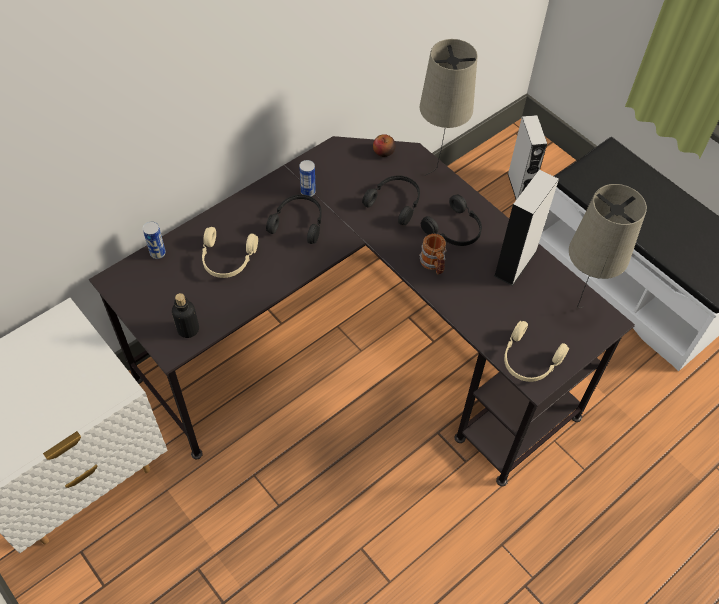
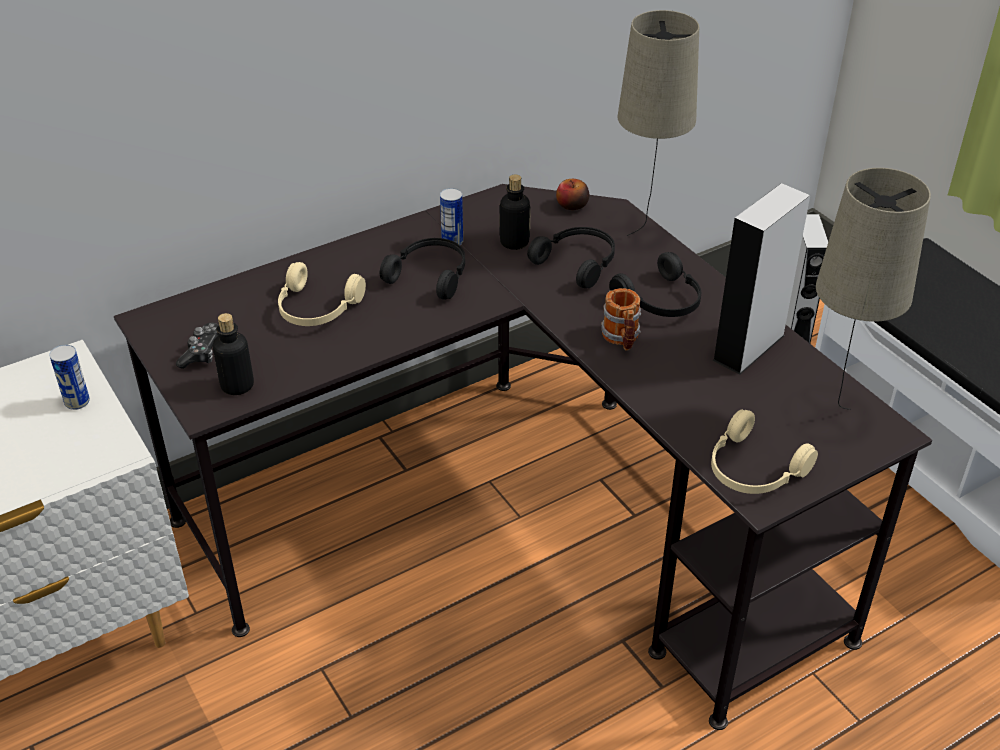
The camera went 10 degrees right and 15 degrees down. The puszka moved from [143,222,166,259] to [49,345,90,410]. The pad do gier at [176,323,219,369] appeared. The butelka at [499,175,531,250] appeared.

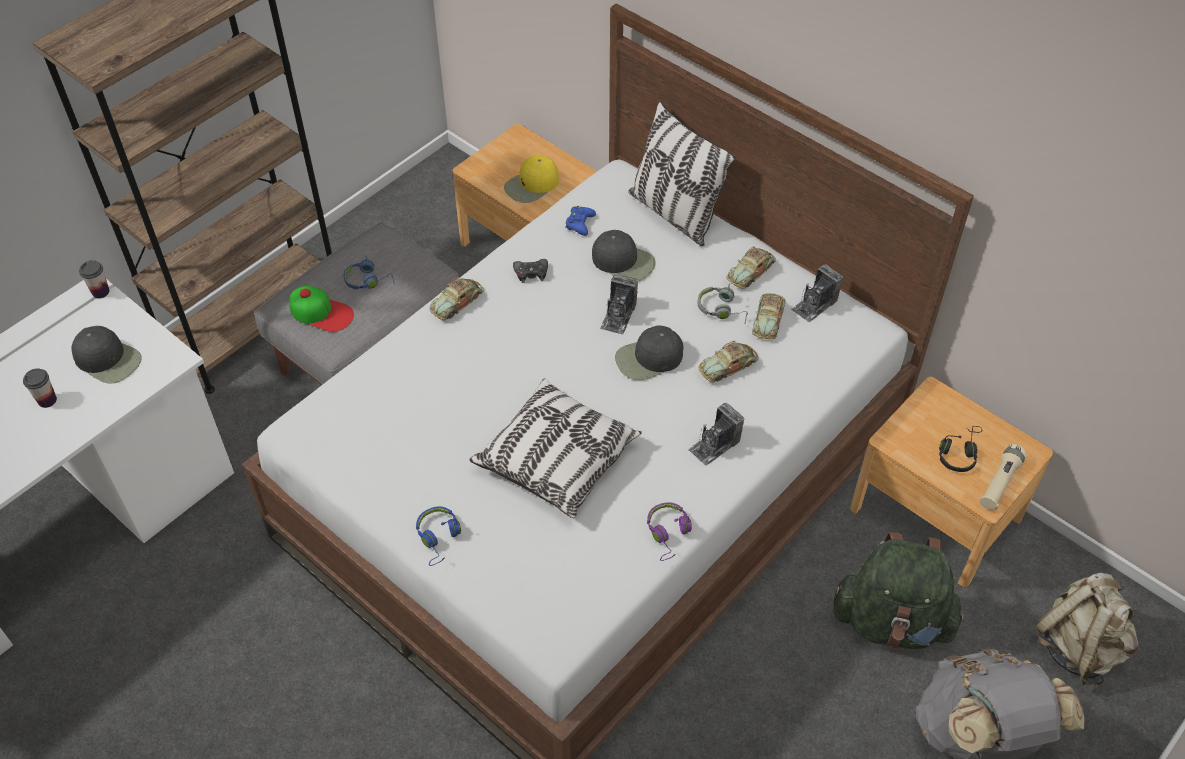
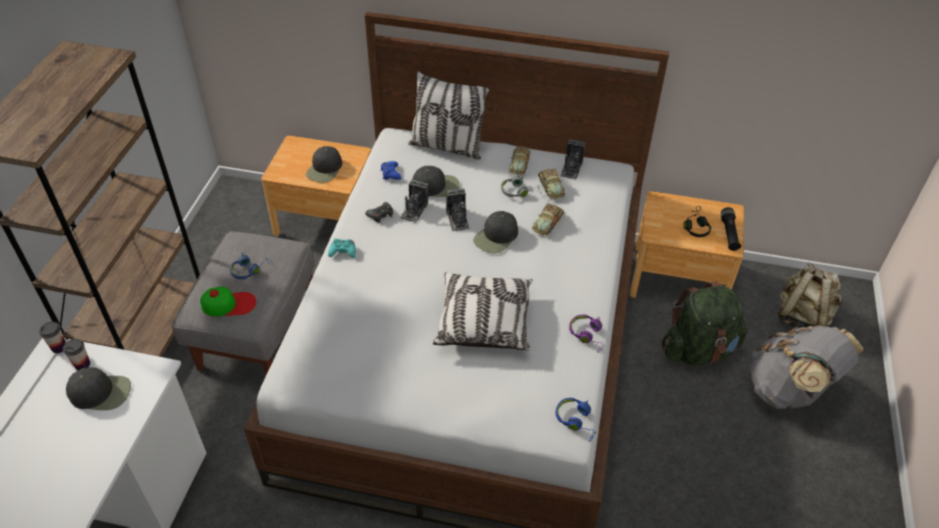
The camera went 30 degrees left and 5 degrees down. The filiżanka moved from [23,368,57,408] to [63,339,90,370]. The słuchawki (niebieski) moved from [416,506,461,566] to [556,398,597,441]. The samochodzik at [429,277,484,320] was replaced by the pad do gier (turkusowy) at [328,239,356,258]. The czapka z daszkiem (żółty) at [504,155,559,203] became the czapka z daszkiem (czarny) at [306,146,342,182]. The aparat fotograficzny moved from [688,403,744,466] to [400,179,428,223]. The latarka (beżowy) at [980,444,1026,510] became the latarka (czarny) at [721,207,742,251].

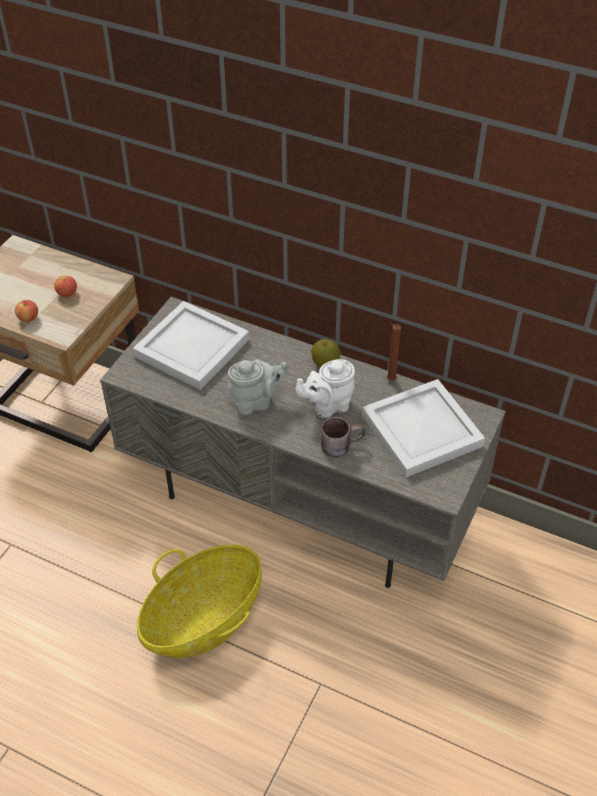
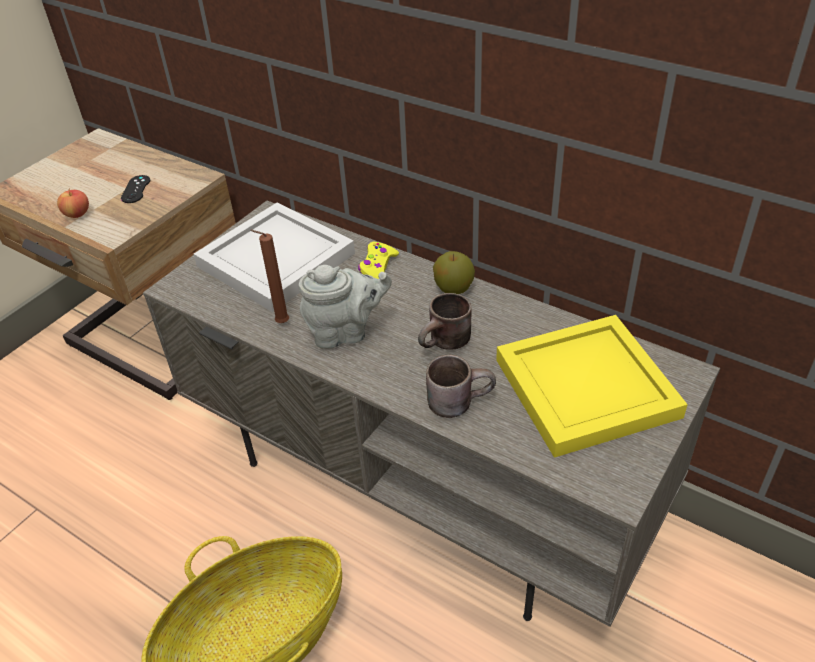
The camera went 10 degrees right and 5 degrees down. The jabłko at [54,276,77,297] was replaced by the pad do gier (czarny) at [121,175,150,203]. The imbryk (biały) at [296,359,355,418] was replaced by the kubek (brązowy) at [418,293,472,350]. The taca (biały) at [362,379,485,477] became the taca (żółty) at [496,315,688,458]. The świeca (brązowy) moved from [387,324,401,381] to [250,230,289,323]. The pad do gier (żółty) at [358,242,399,279] appeared.

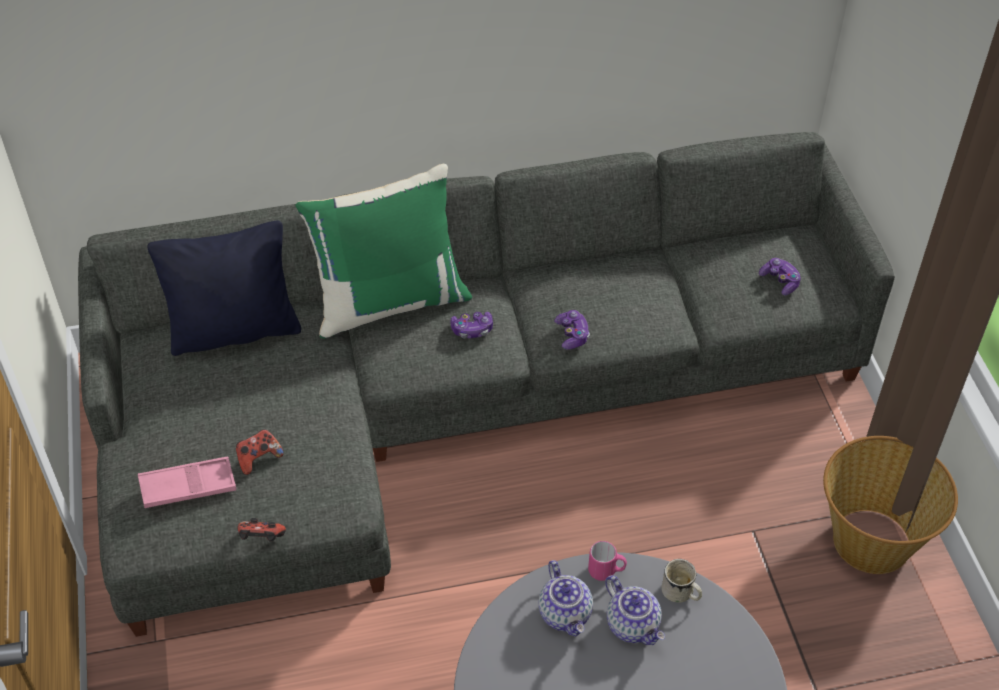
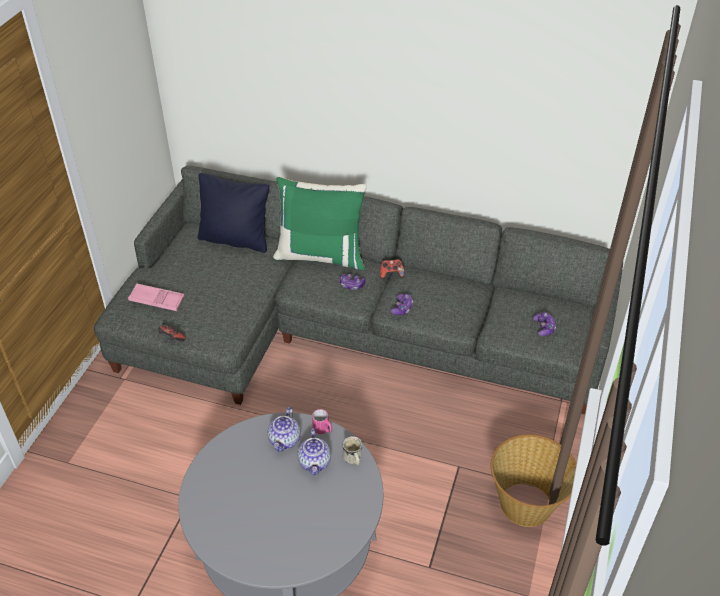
The camera went 30 degrees right and 5 degrees down. The pad do gier moved from [236,429,284,475] to [380,259,405,279].

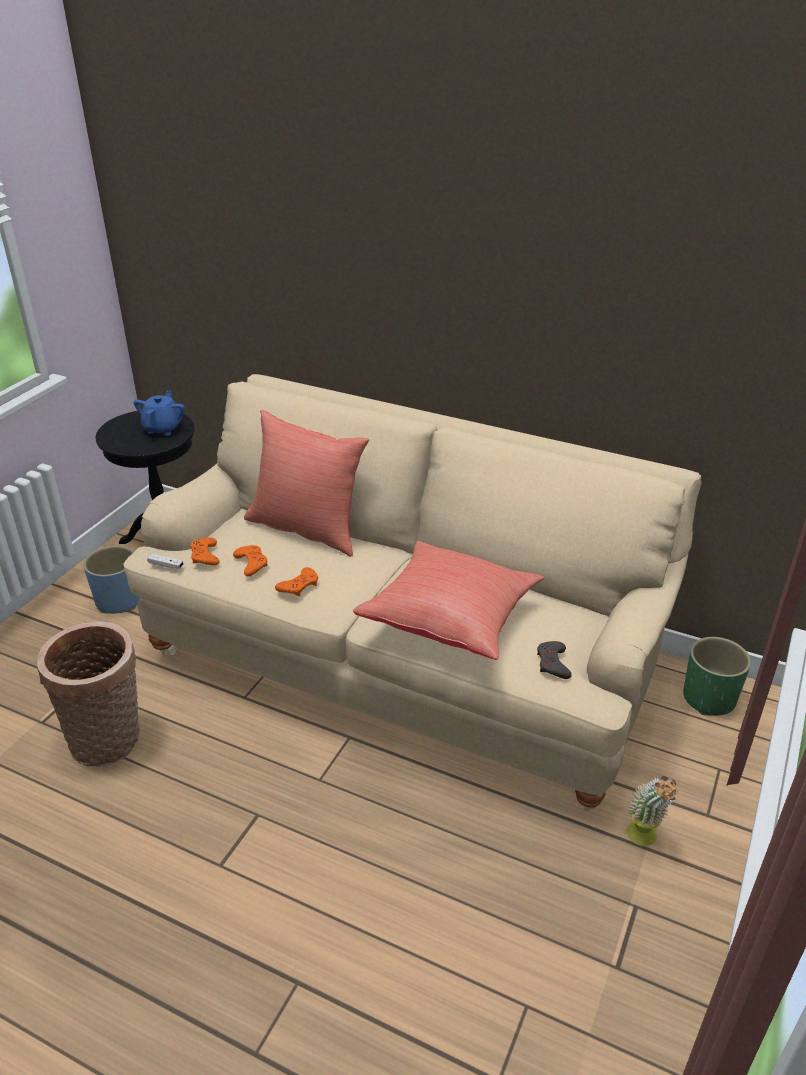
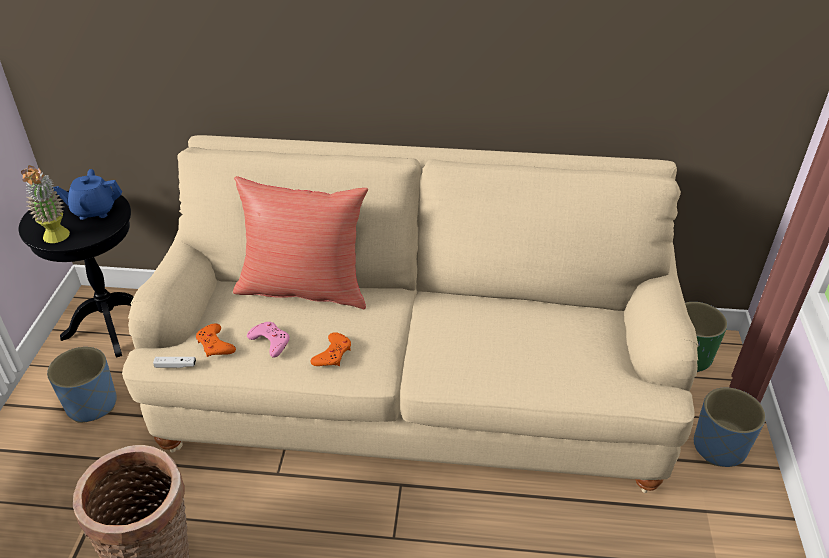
The camera went 20 degrees left and 5 degrees up. The imbryk (niebieski) at [134,390,185,436] turned 90 degrees counterclockwise. The pad do gier (pomarańczowy) at [233,545,268,577] became the pad do gier (różowy) at [247,322,289,358]. The poduszka (czerwony) at [353,541,544,660] disappeared. The pad do gier (szary) at [537,641,572,679] disappeared. The roślina doniczkowa moved from [627,776,678,846] to [21,165,70,243]. The donica (niebieski) at [694,388,766,467] appeared.

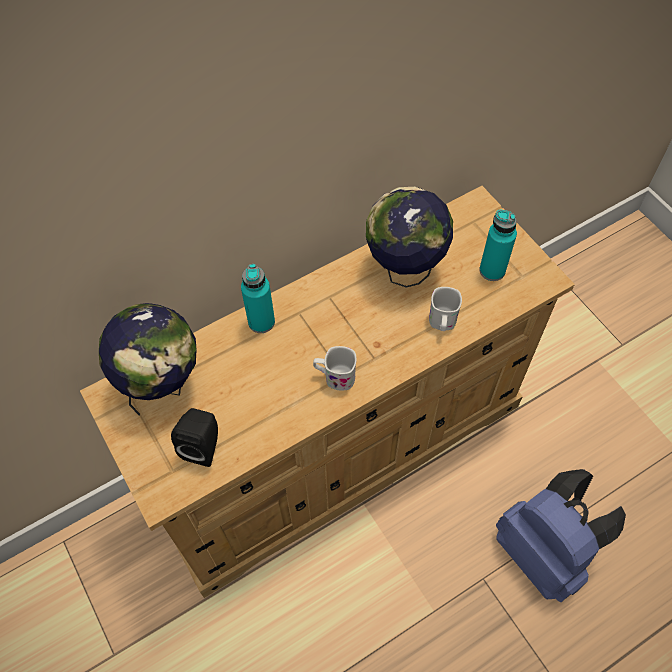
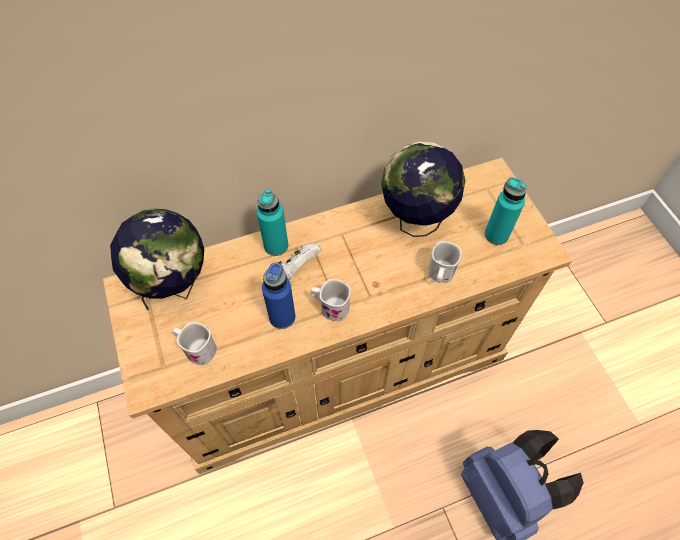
The camera went 10 degrees right and 0 degrees up. The głośnik (czarny) at [171,408,218,467] was replaced by the kubek (biały) at [173,322,217,365]. The butelka (niebieski) at [262,262,296,329] appeared. The pad do gier (biały) at [278,244,322,280] appeared.

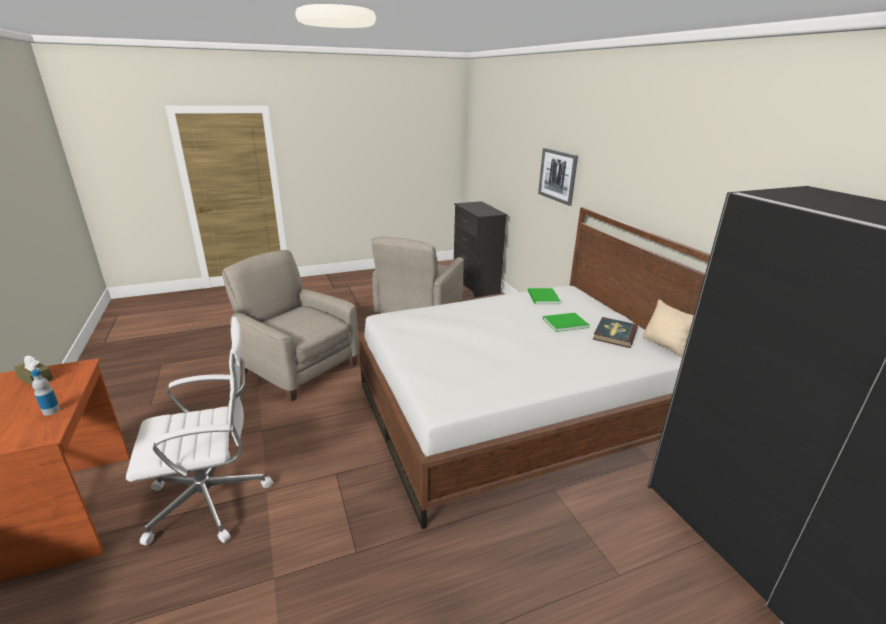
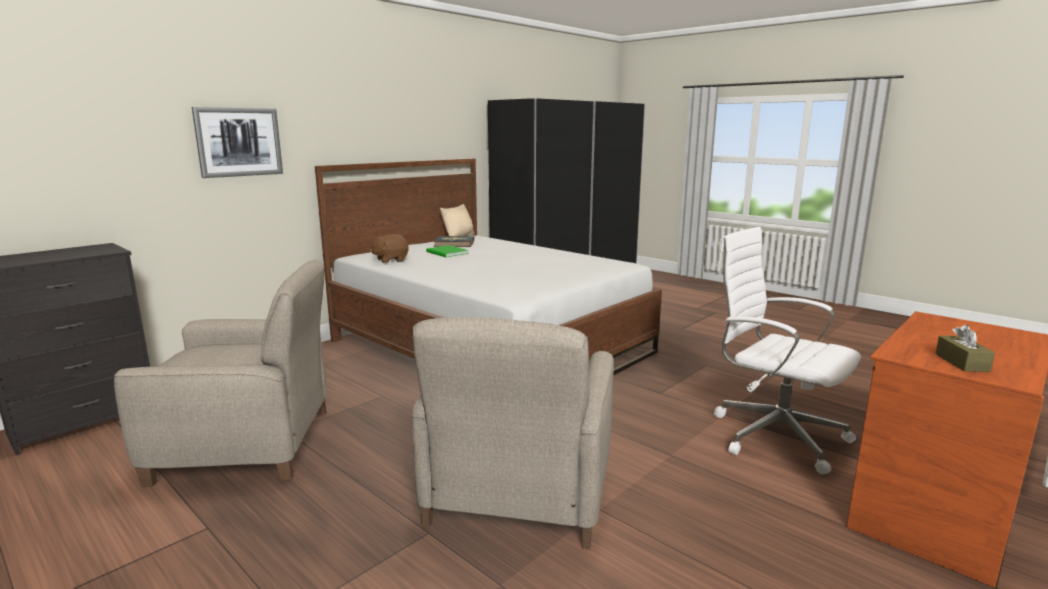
The camera went 115 degrees left and 10 degrees down. The butelka at [31,369,60,416] disappeared. The książka (zielony) at [528,288,560,304] was replaced by the pluszak (brązowy) at [370,234,409,263].

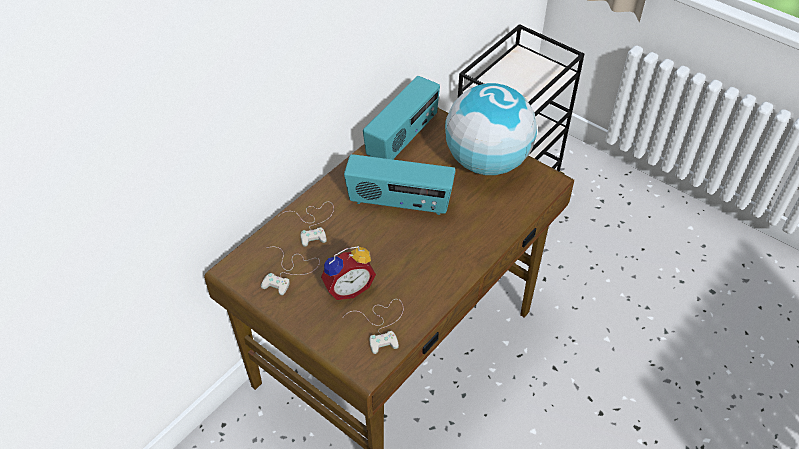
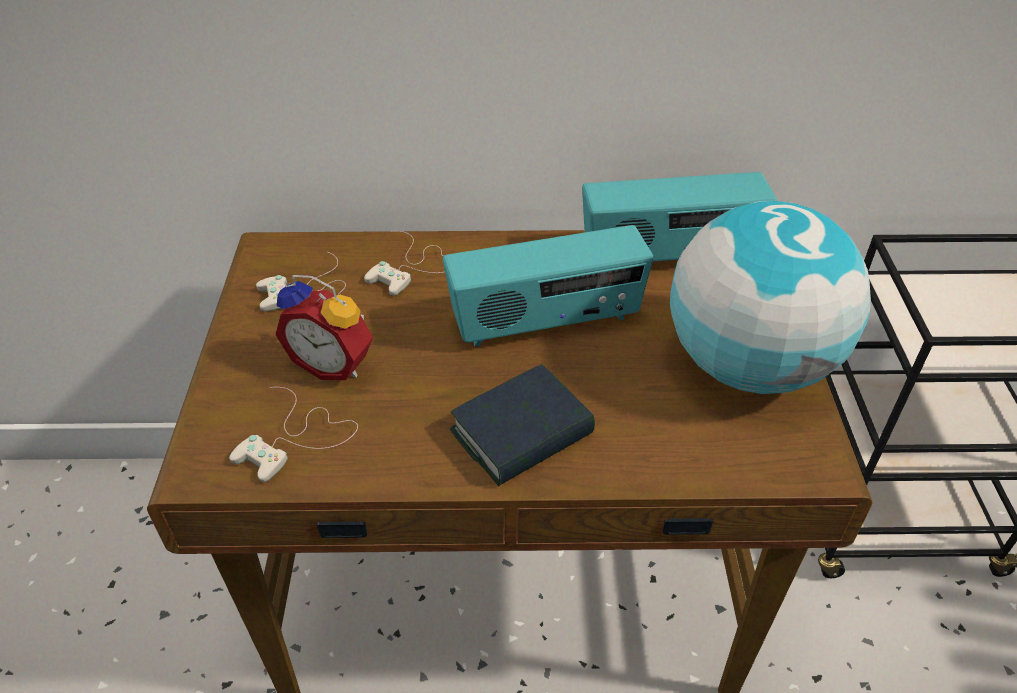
The camera went 50 degrees right and 5 degrees down. The radio at [344,154,456,215] turned 75 degrees counterclockwise. The książka at [450,364,595,486] appeared.

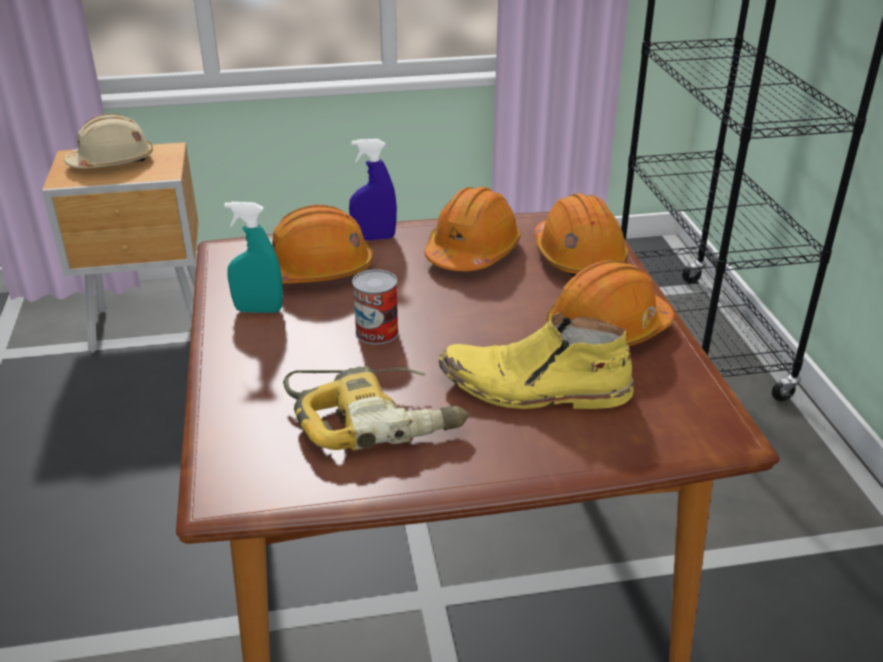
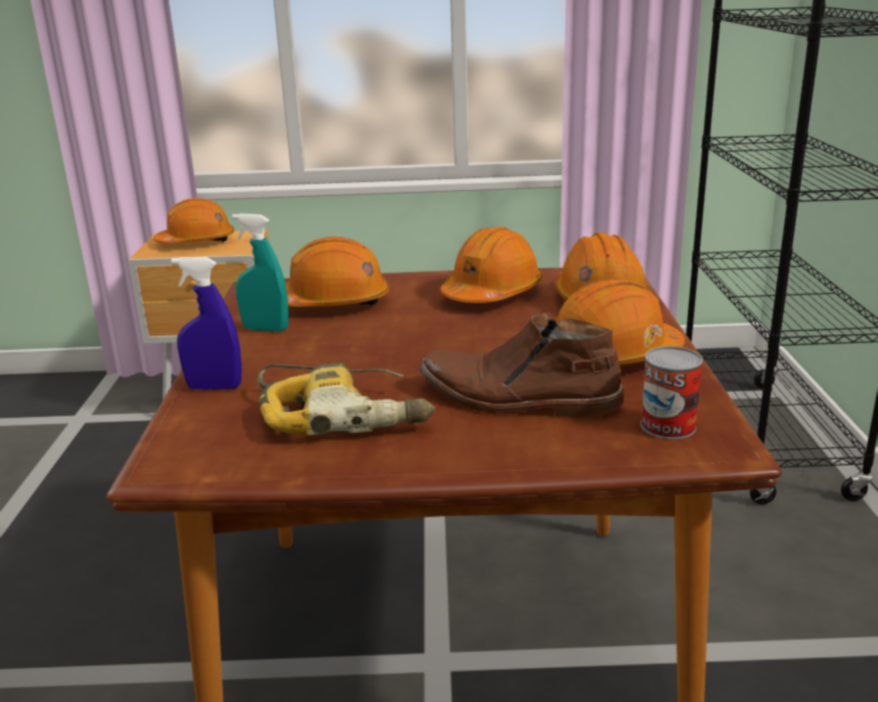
The camera went 10 degrees right and 10 degrees down. The kask (beżowy) at [64,114,153,168] became the kask (pomarańczowy) at [154,198,234,243]. The spryskiwacz (niebieski) moved from [349,139,397,241] to [171,257,242,390]. The puszka moved from [352,269,399,345] to [640,346,703,439]. The but z cholewką (żółty) at [439,312,634,409] became the but z cholewką (brązowy) at [419,313,624,417].

